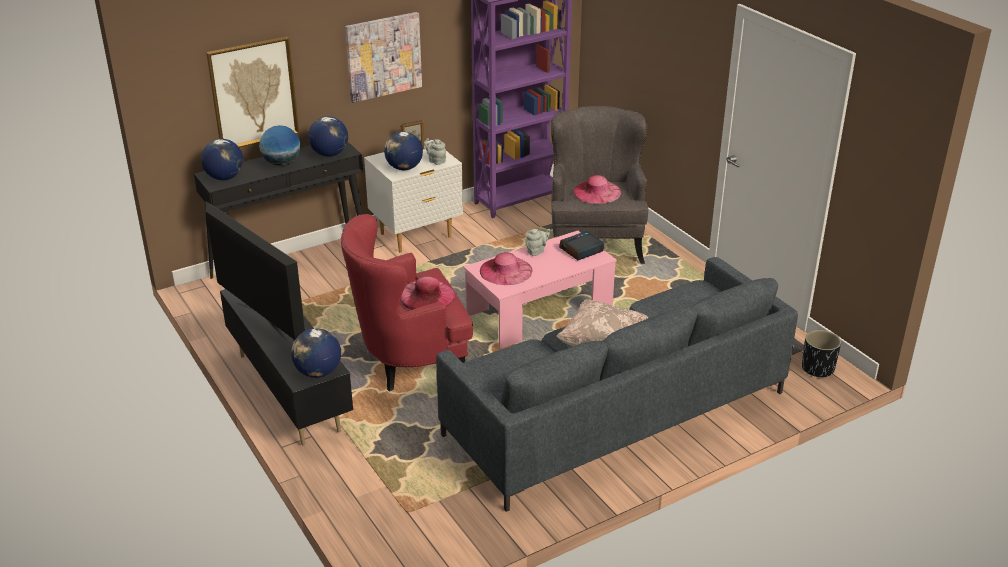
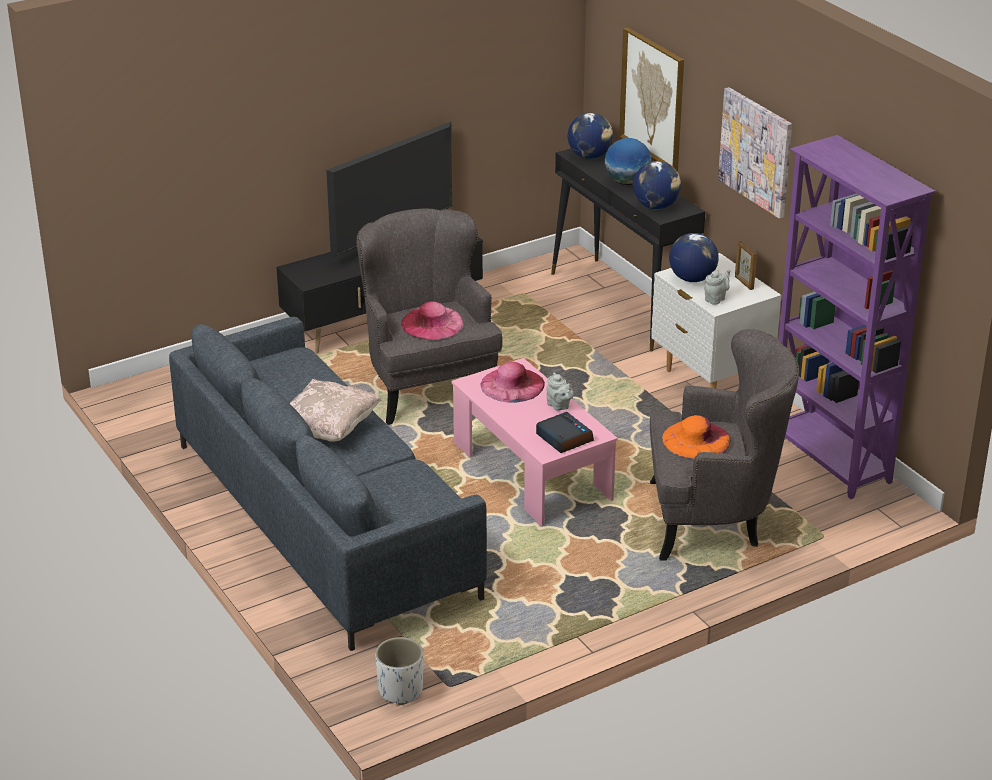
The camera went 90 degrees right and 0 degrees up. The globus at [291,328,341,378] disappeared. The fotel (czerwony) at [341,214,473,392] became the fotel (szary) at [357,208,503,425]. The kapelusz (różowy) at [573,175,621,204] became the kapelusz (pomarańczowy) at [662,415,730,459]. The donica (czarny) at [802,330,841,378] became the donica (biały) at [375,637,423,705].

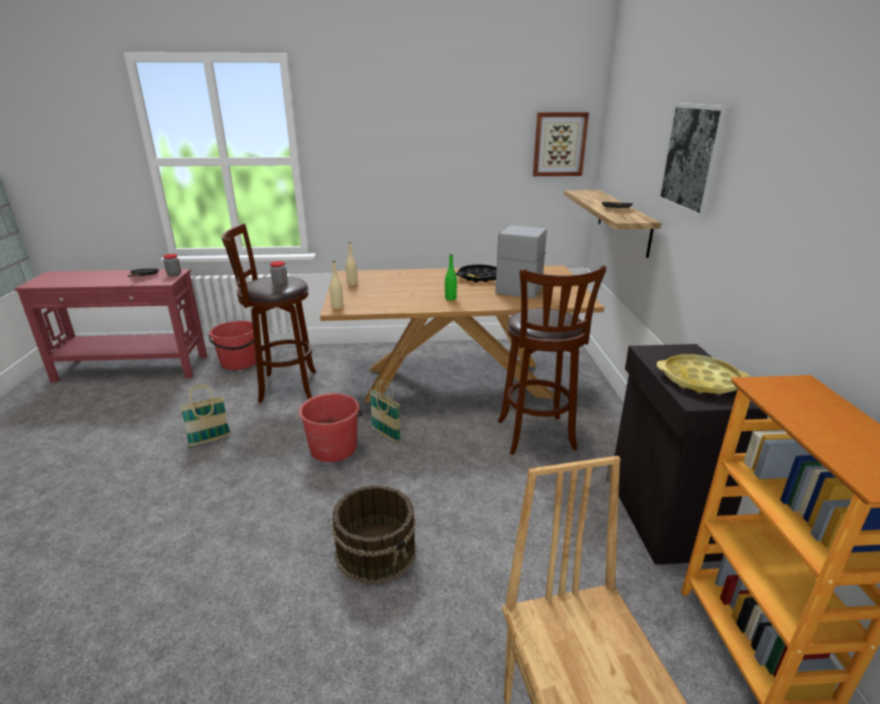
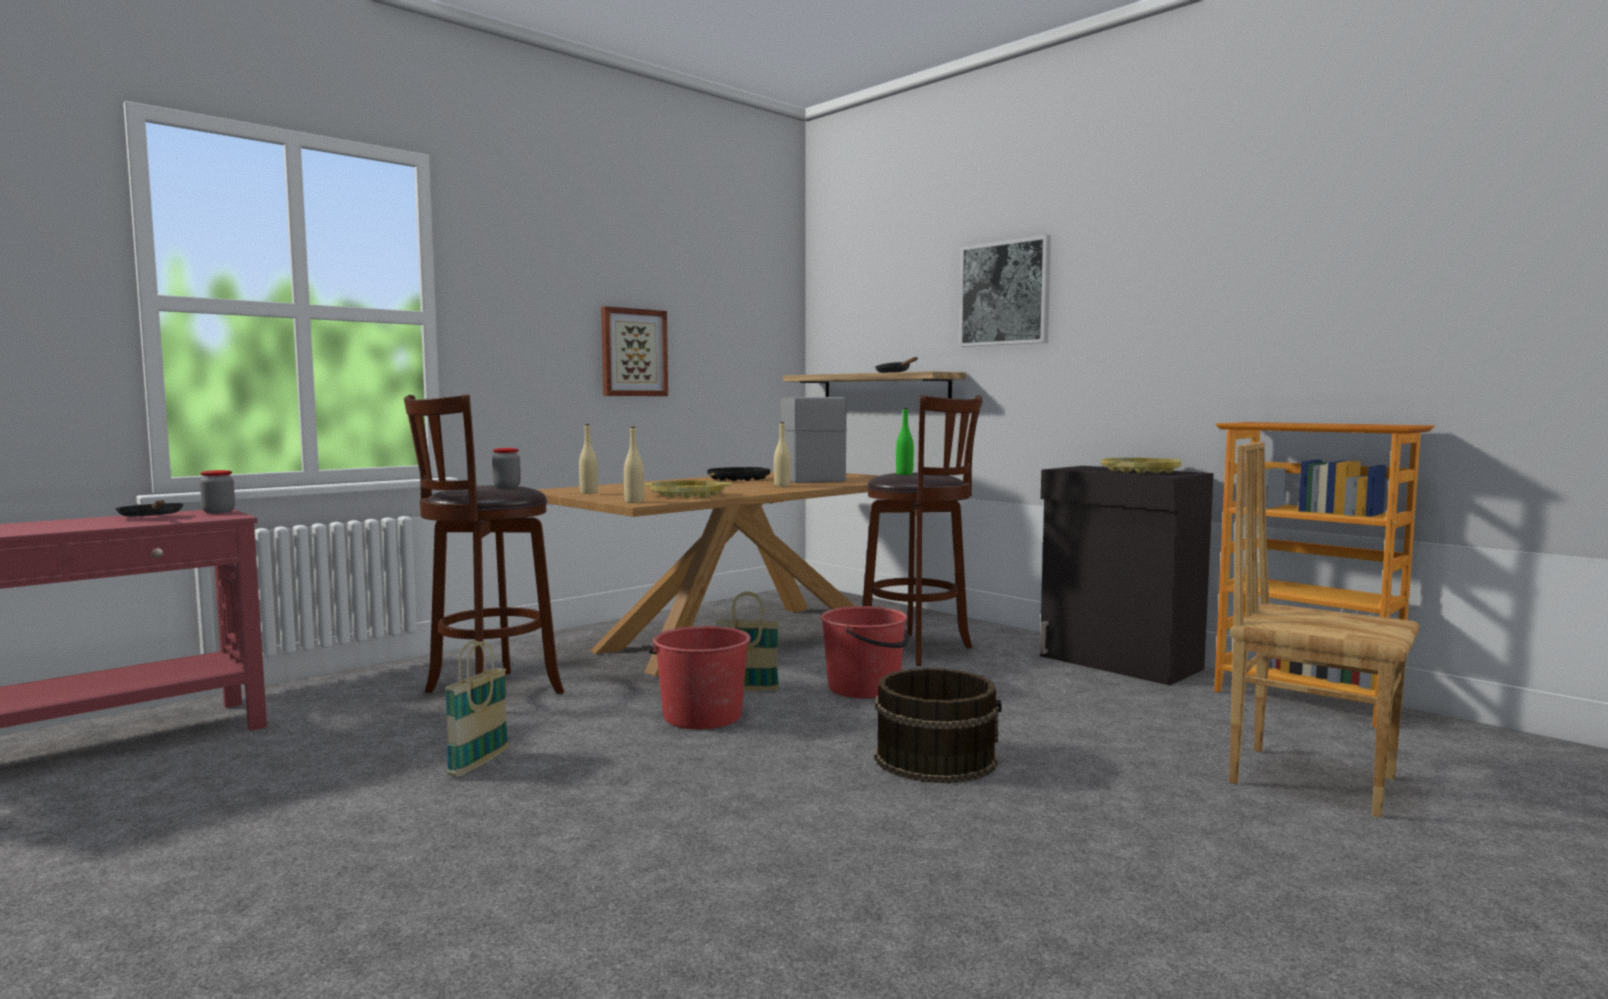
The camera went 40 degrees left and 20 degrees down. The wiadro (czerwony) moved from [209,321,256,370] to [820,606,909,698]. The butelka (zielony) moved from [445,254,457,300] to [896,408,914,475]. The obraz moved from [533,112,589,176] to [601,306,668,396]. The taca (żółty) at [644,480,732,498] appeared. The butelka (beżowy) at [774,422,791,487] appeared.

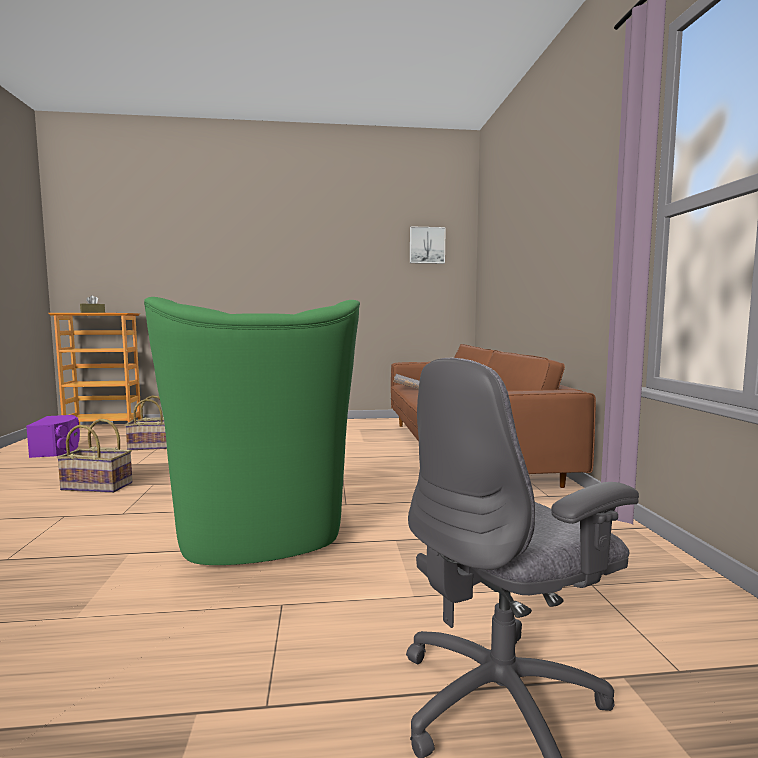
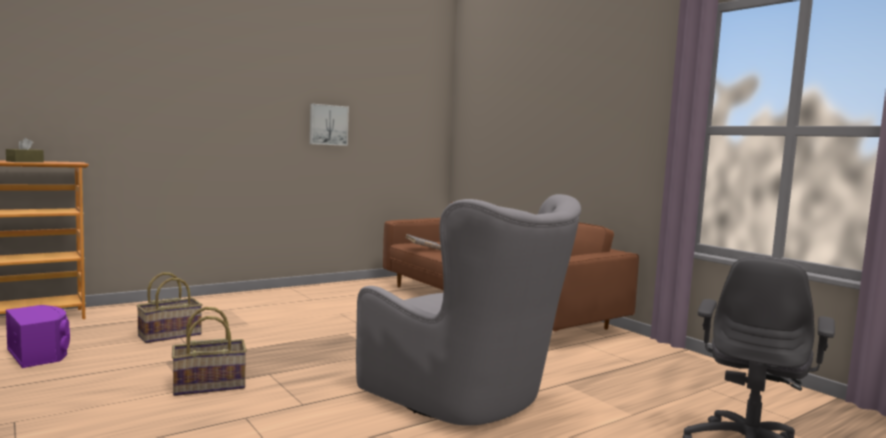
The camera went 30 degrees left and 0 degrees up. The fotel (zielony) at [144,297,360,565] became the fotel (szary) at [356,194,581,426]. The obraz moved from [410,226,446,264] to [310,104,349,146].

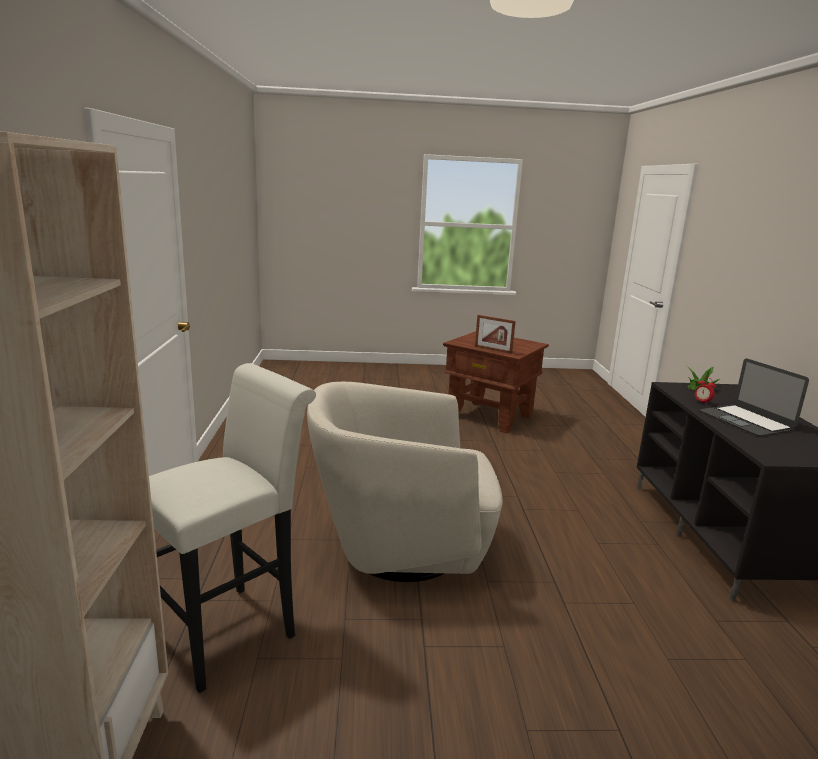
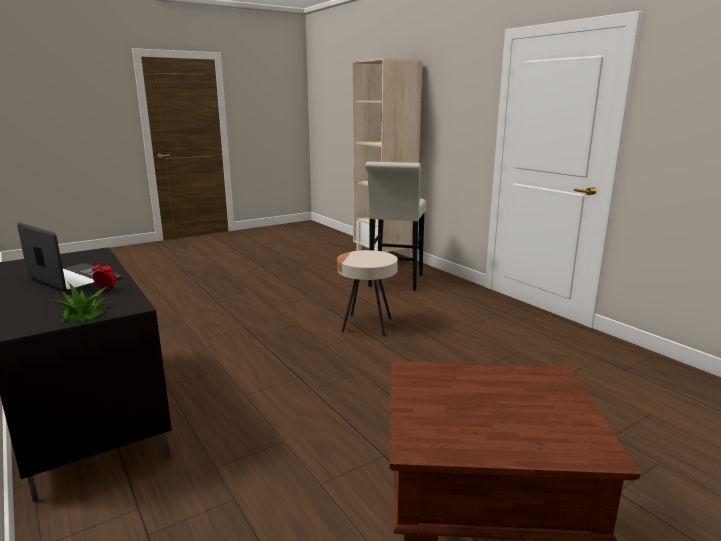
The camera went 150 degrees right and 0 degrees up. The fotel (beżowy) at [307,382,503,582] was replaced by the stolik (beżowy) at [337,250,398,336]. The ramka na zdjęcie at [475,315,516,354] disappeared.

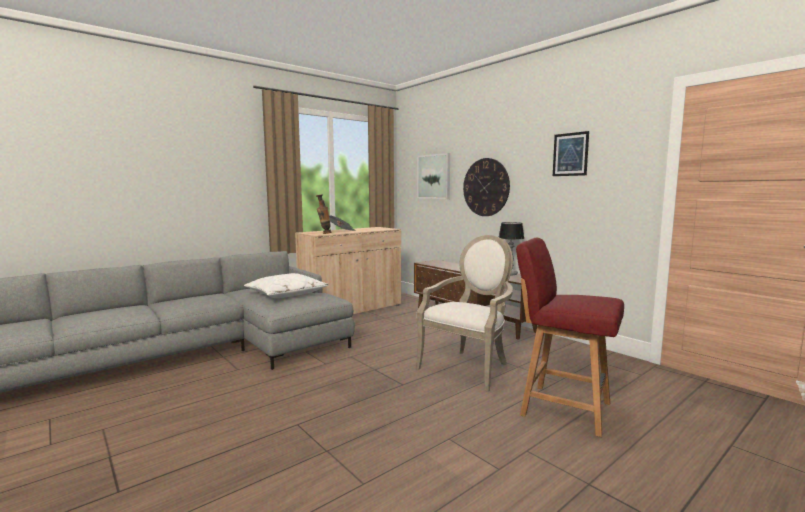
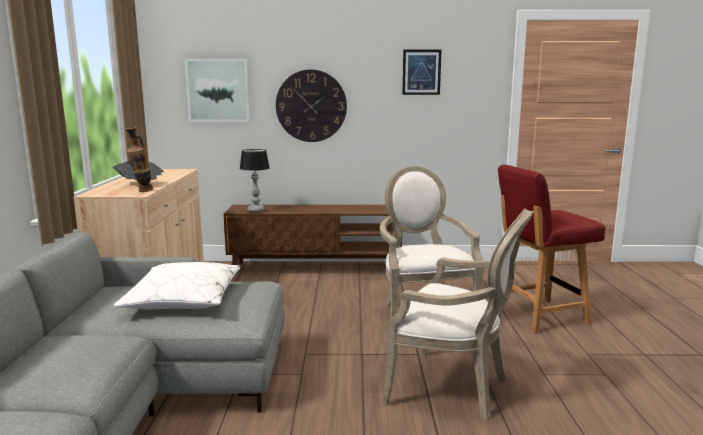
The camera went 50 degrees left and 5 degrees up. The lampa stołowa moved from [499,222,524,275] to [240,149,270,212]. The fotel at [382,208,534,421] appeared.

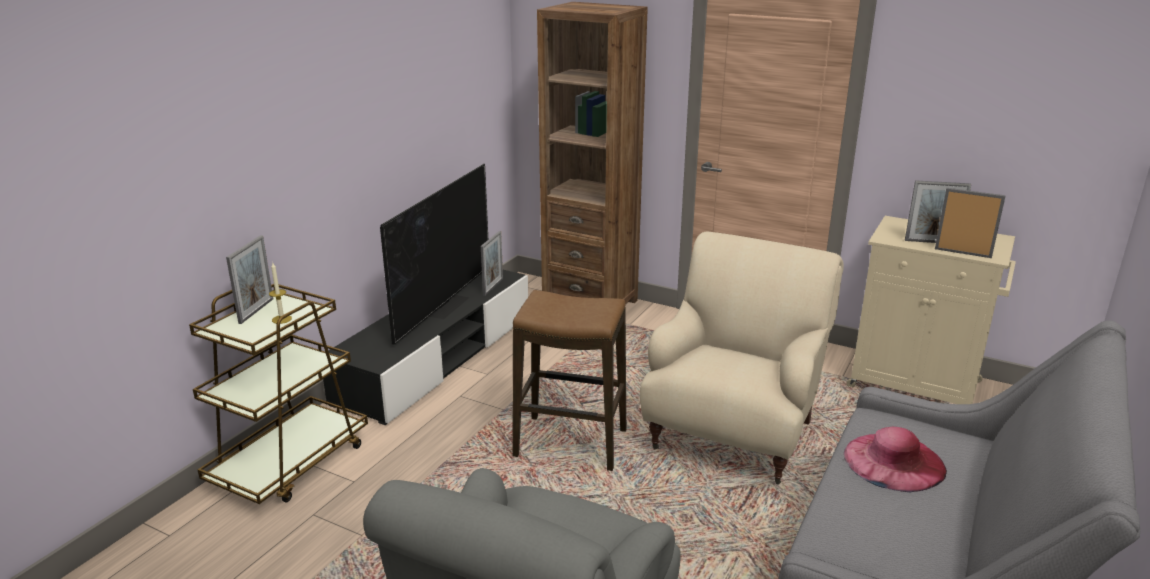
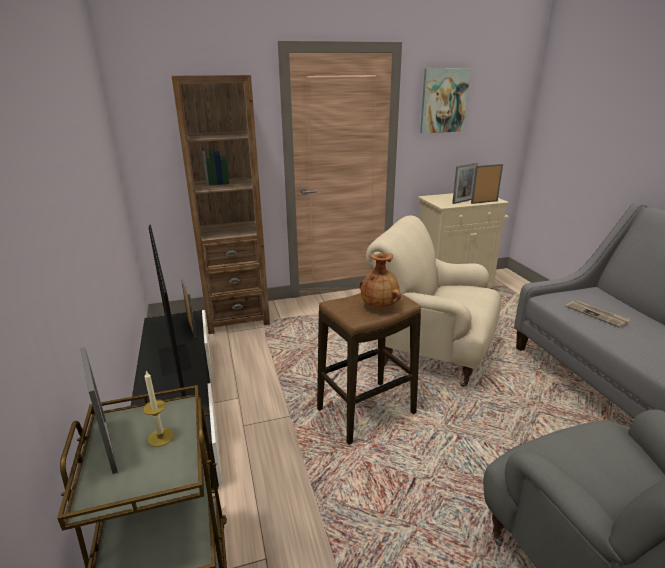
The camera went 45 degrees left and 0 degrees up. The fotel (beżowy) at [640,232,844,484] turned 45 degrees counterclockwise. The kapelusz (różowy) at [844,427,947,493] was replaced by the gazeta at [565,301,631,328]. The wazon (brązowy) at [359,253,401,307] appeared. The obraz at [420,68,471,133] appeared.

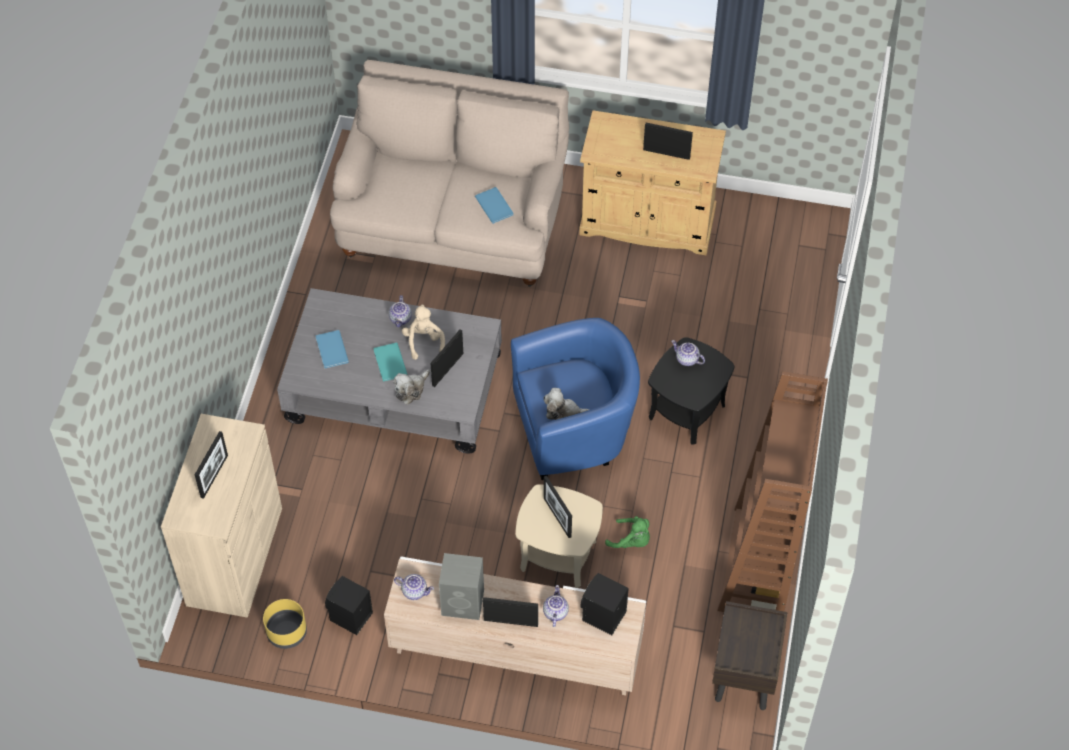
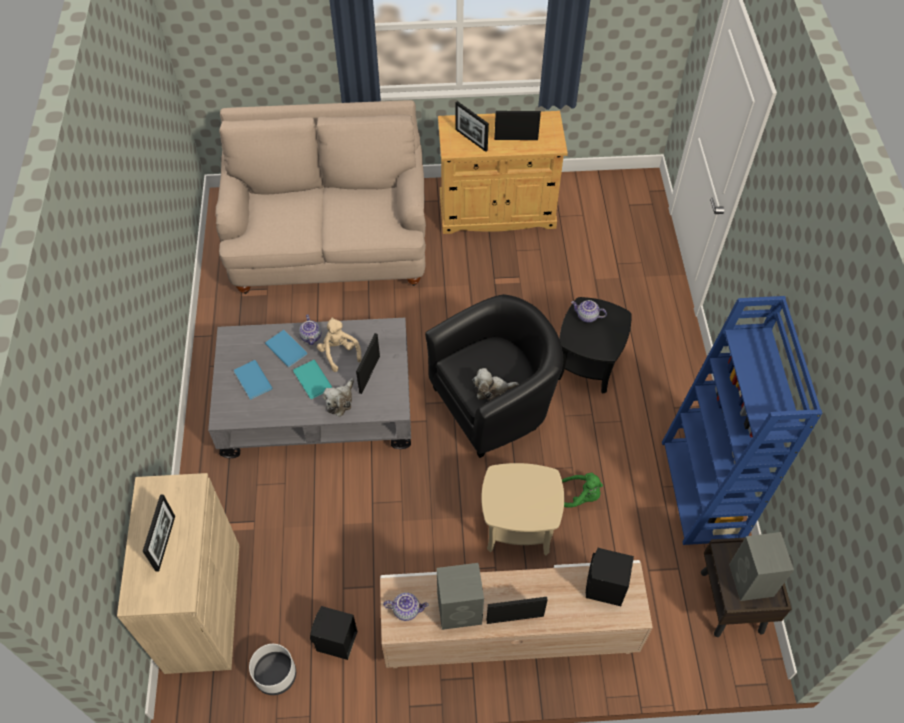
The camera went 15 degrees left and 0 degrees up. The donica (żółty) at [263,599,307,649] became the donica (biały) at [249,644,296,695]. The książka (niebieski) moved from [475,187,514,224] to [265,330,307,367]. The fotel (niebieski) at [511,318,640,480] became the fotel (czarny) at [425,294,563,458]. The imbryk at [543,585,569,627] disappeared. The ramka na zdjęcie moved from [544,476,572,538] to [455,101,489,152]. The regał (brązowy) at [717,371,828,612] became the regał (niebieski) at [662,296,822,545]. The głośnik (szary) at [729,532,794,601] appeared.

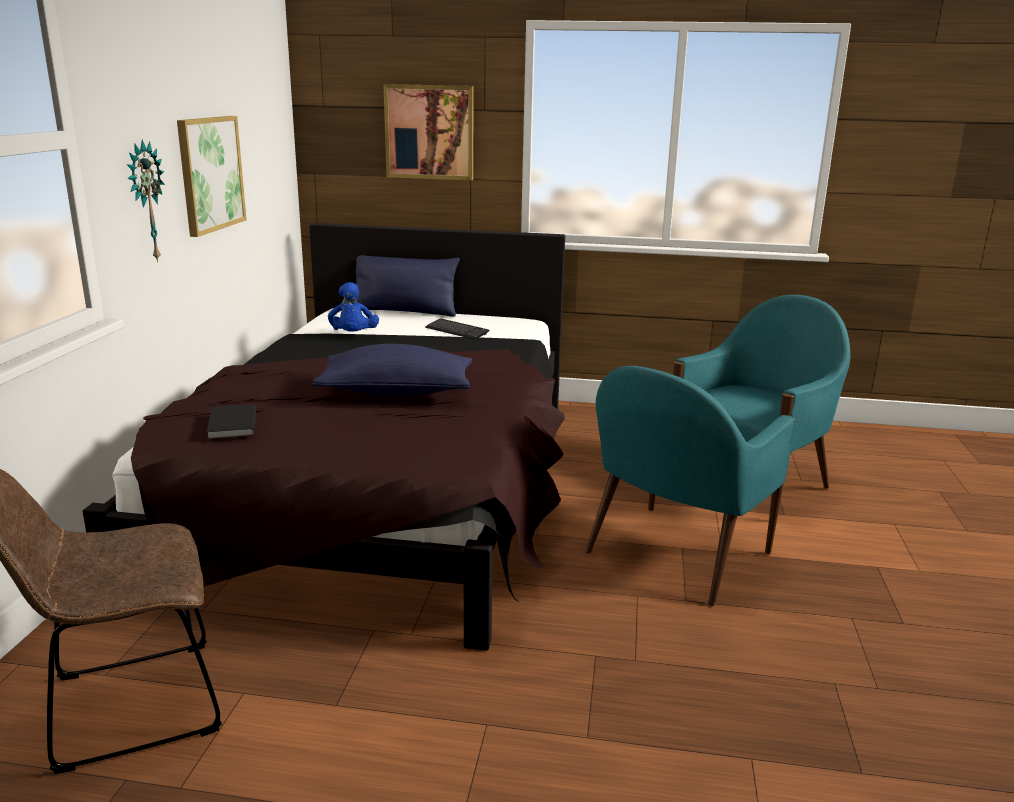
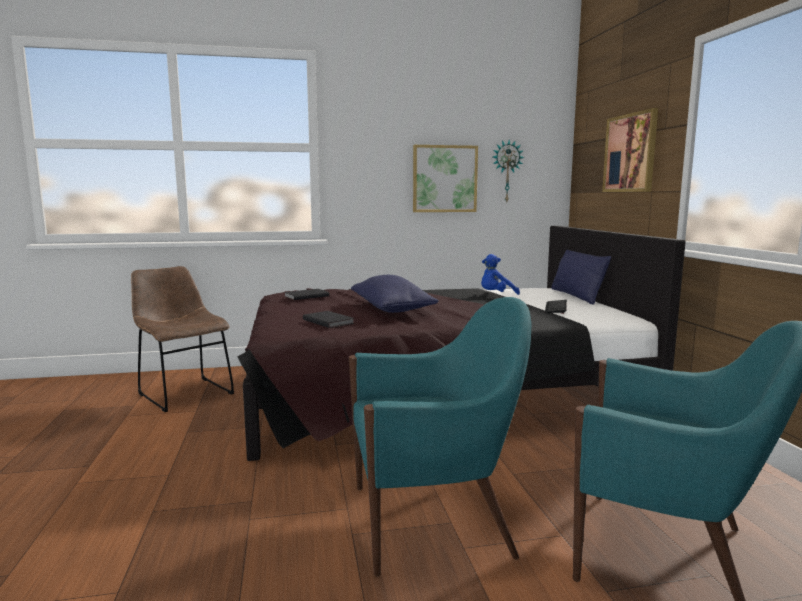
The camera went 70 degrees right and 10 degrees down. The zegar ścienny moved from [127,140,165,262] to [493,140,525,202]. The fotel (turkusowy) at [585,366,796,606] turned 150 degrees clockwise. The książka (czarny) at [303,311,355,328] appeared.

